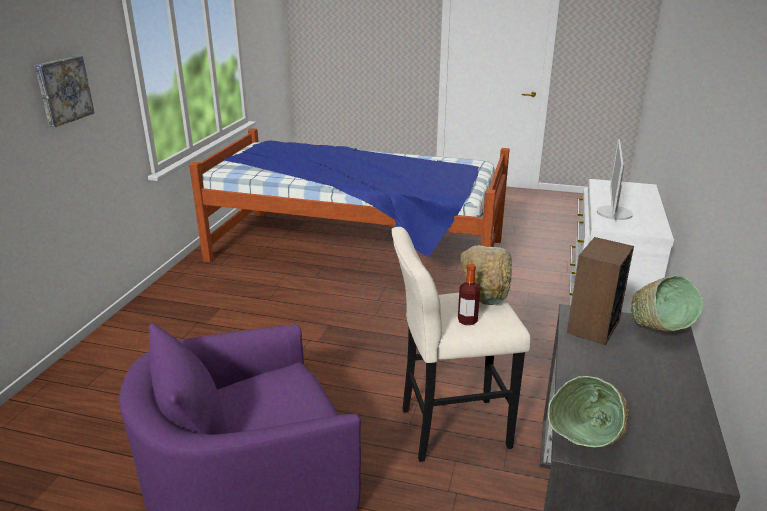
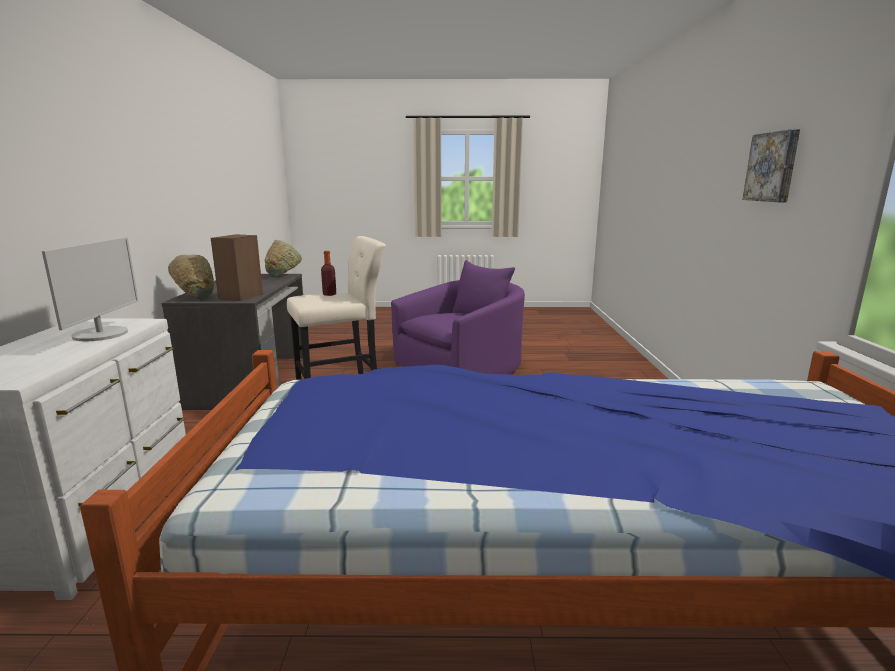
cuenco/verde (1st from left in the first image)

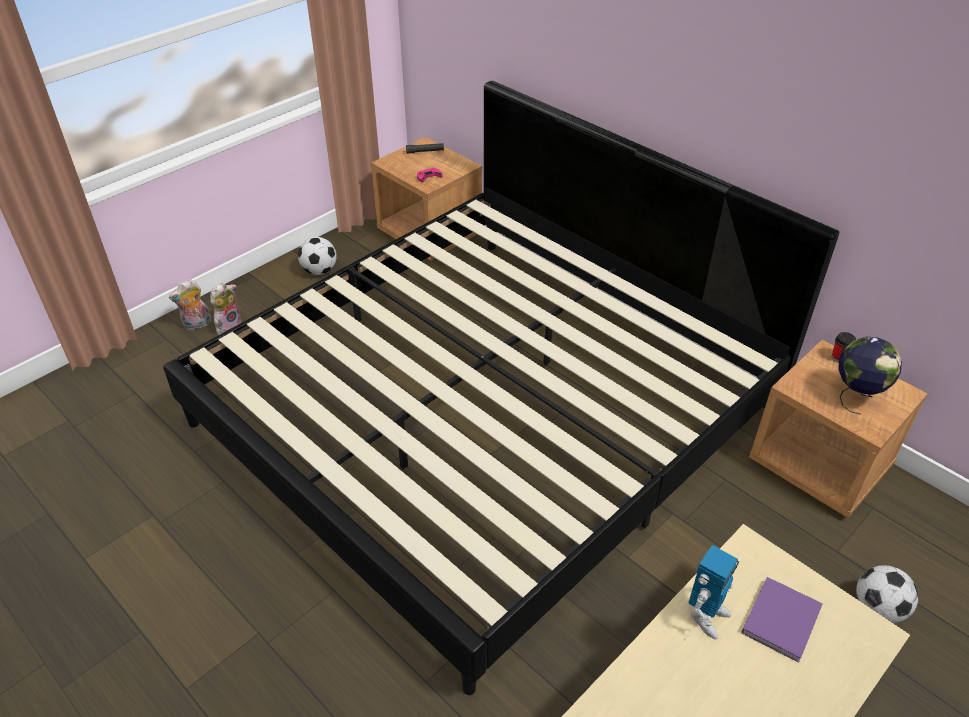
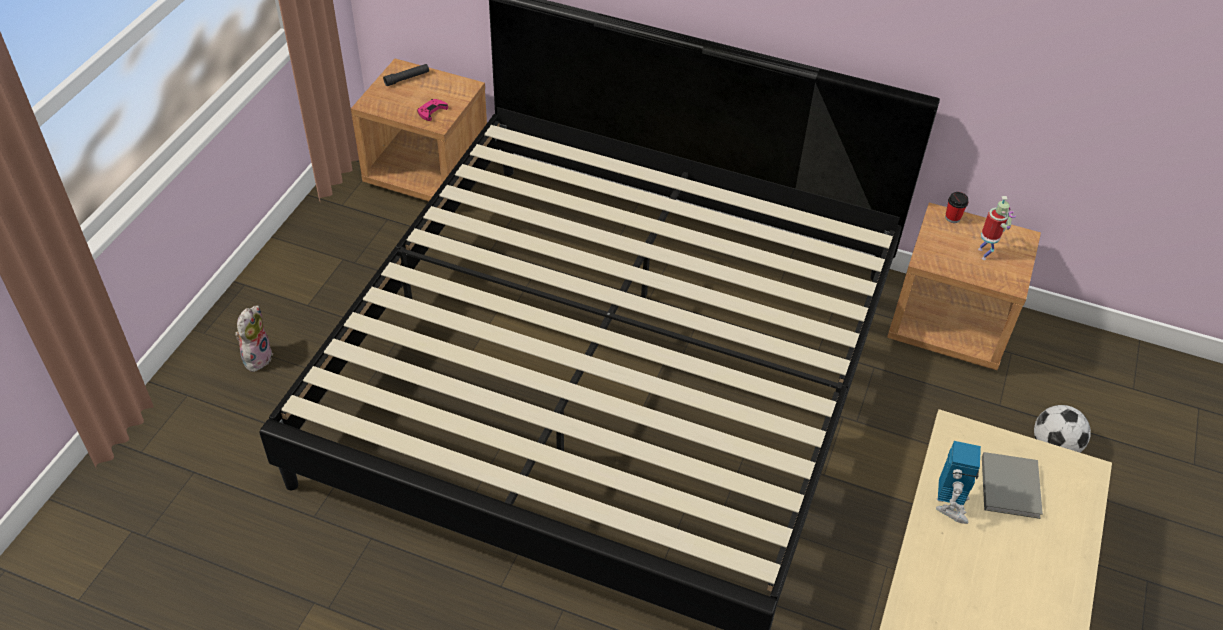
balón de fútbol (1st from left in the first image)
peluche (1st from left in the first image)
robot de juguete (2nd from left)
libro/gris

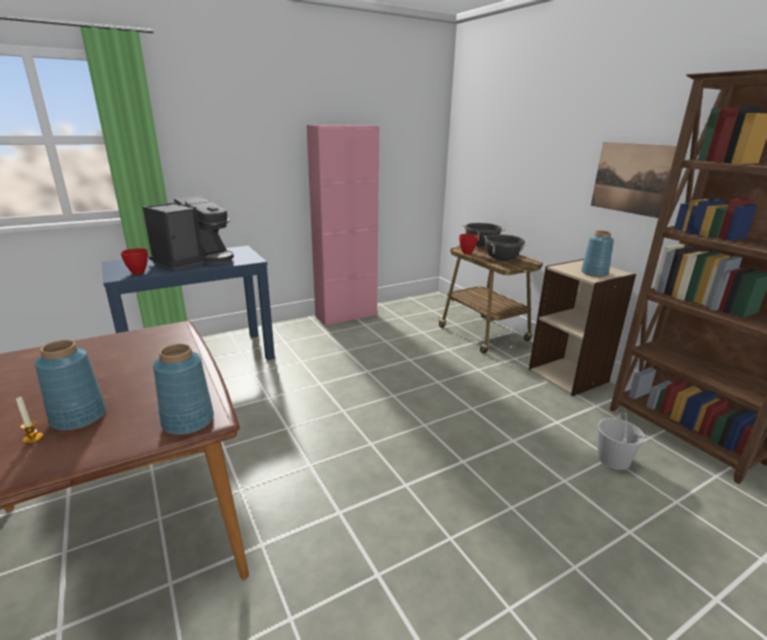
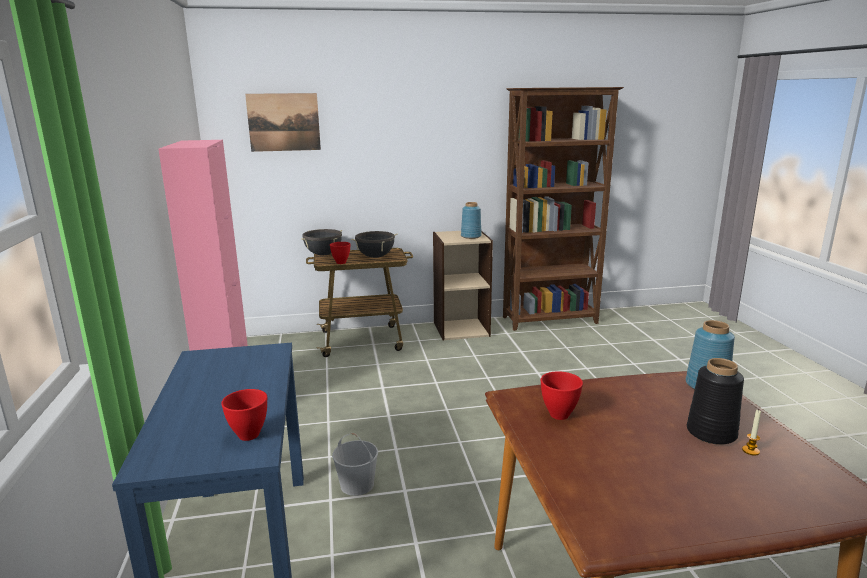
cuadro
cafetera
florero/negro
cubo/blanco
cuenco/rojo (3rd from left)

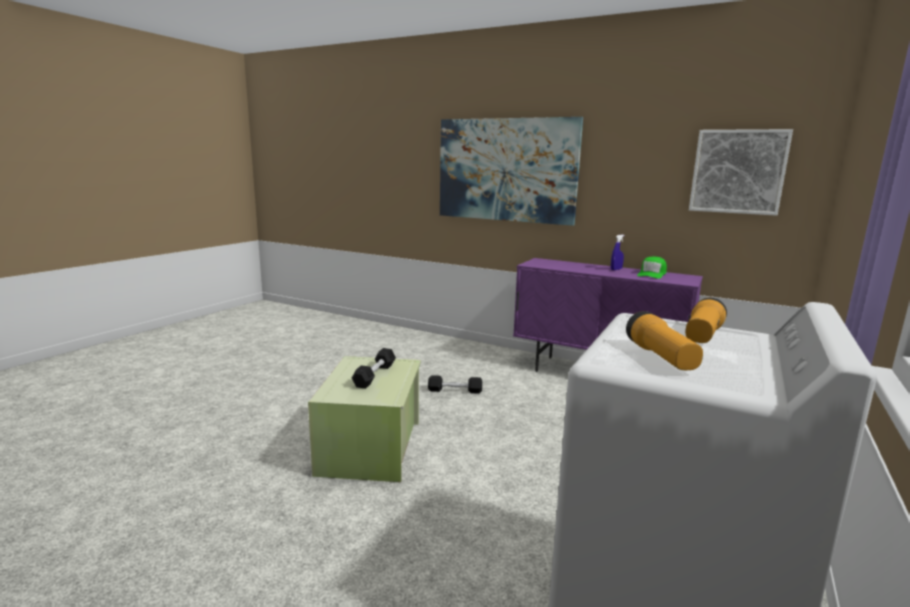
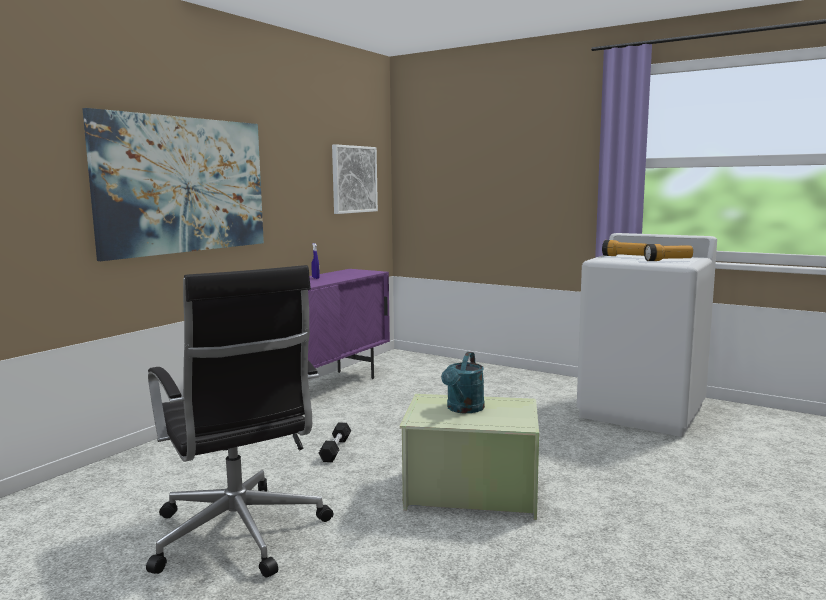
gorra/verde
regadera/turquesa
silla de oficina/negro

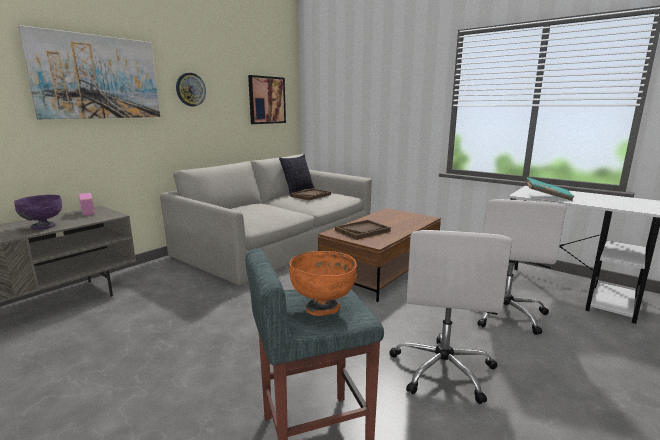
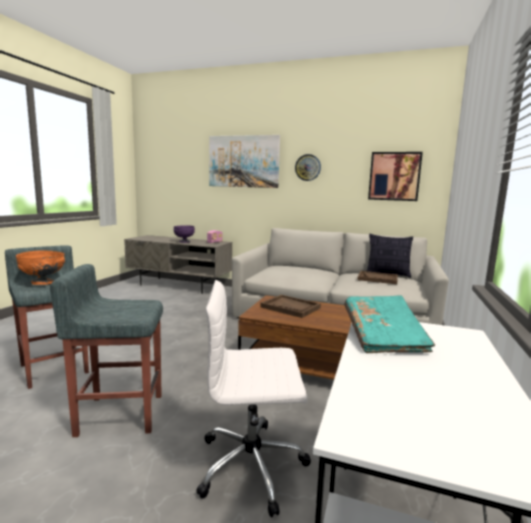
taburete/gris (2nd from left)

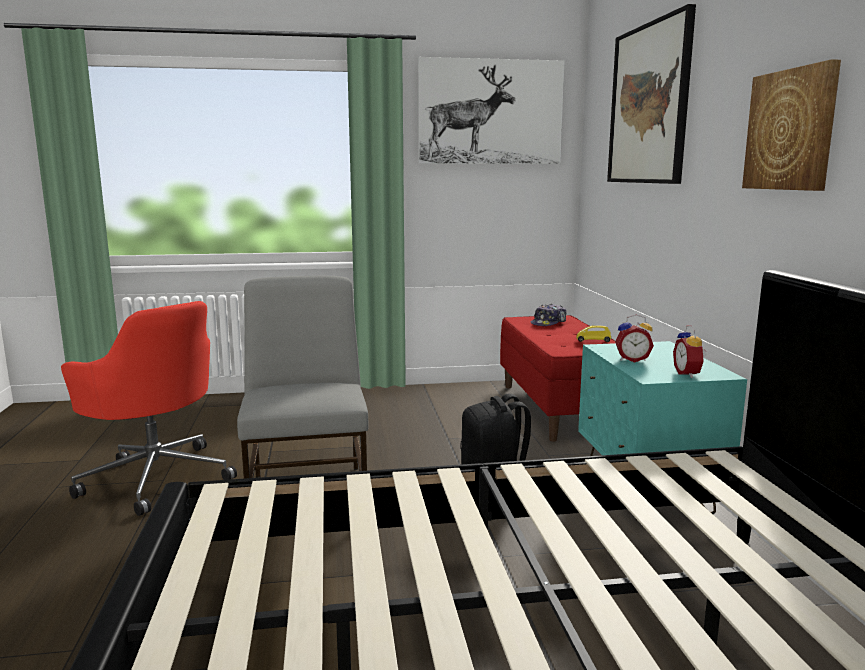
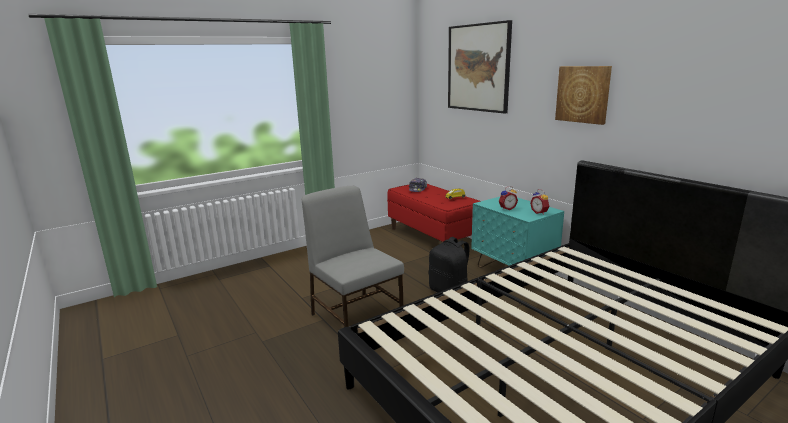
cuadro (1st from left in the first image)
silla de oficina/rojo

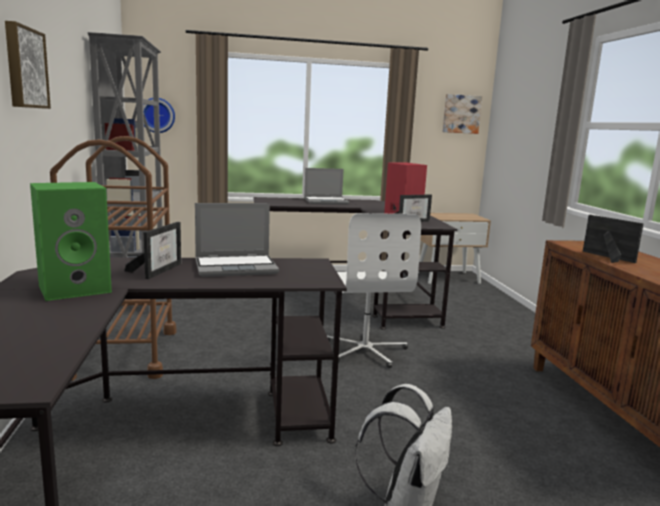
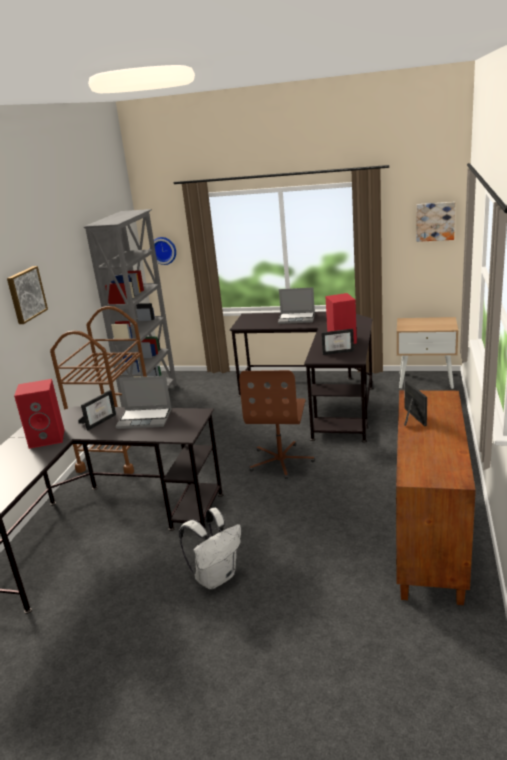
altavoz/rojo (1st from left)
silla de oficina/marrón

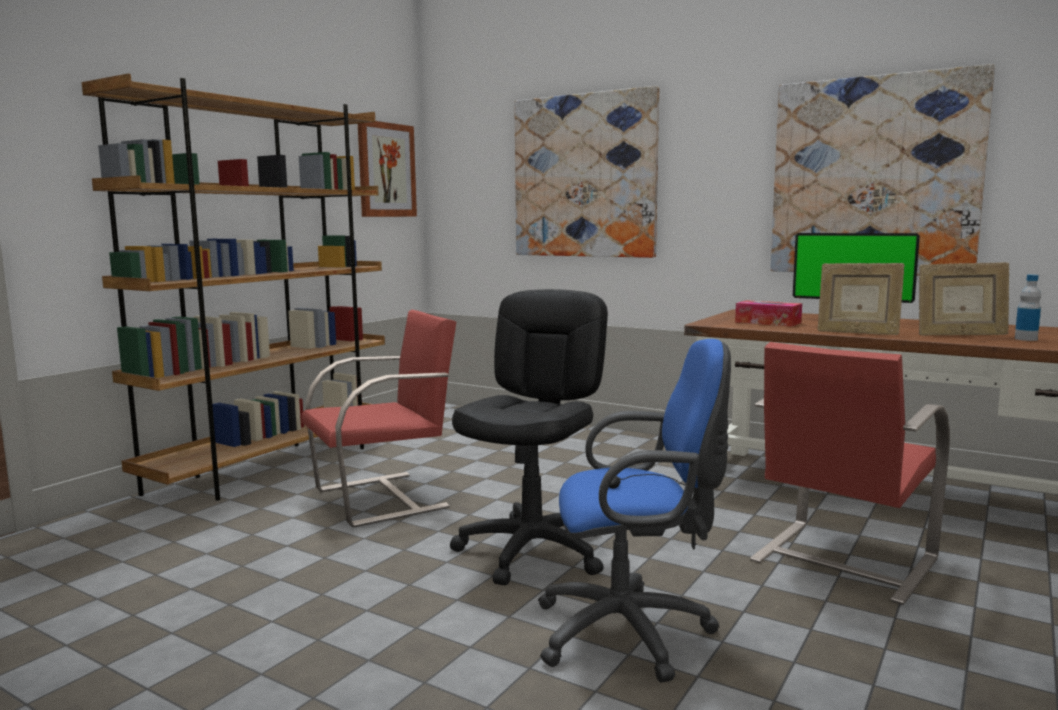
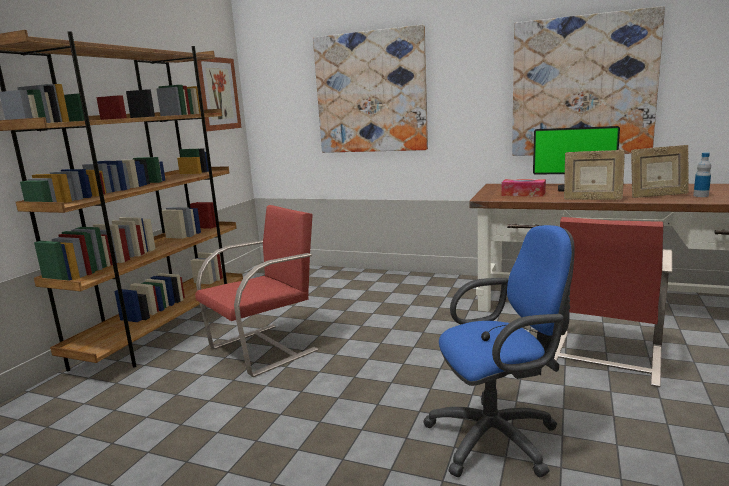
silla de oficina/negro

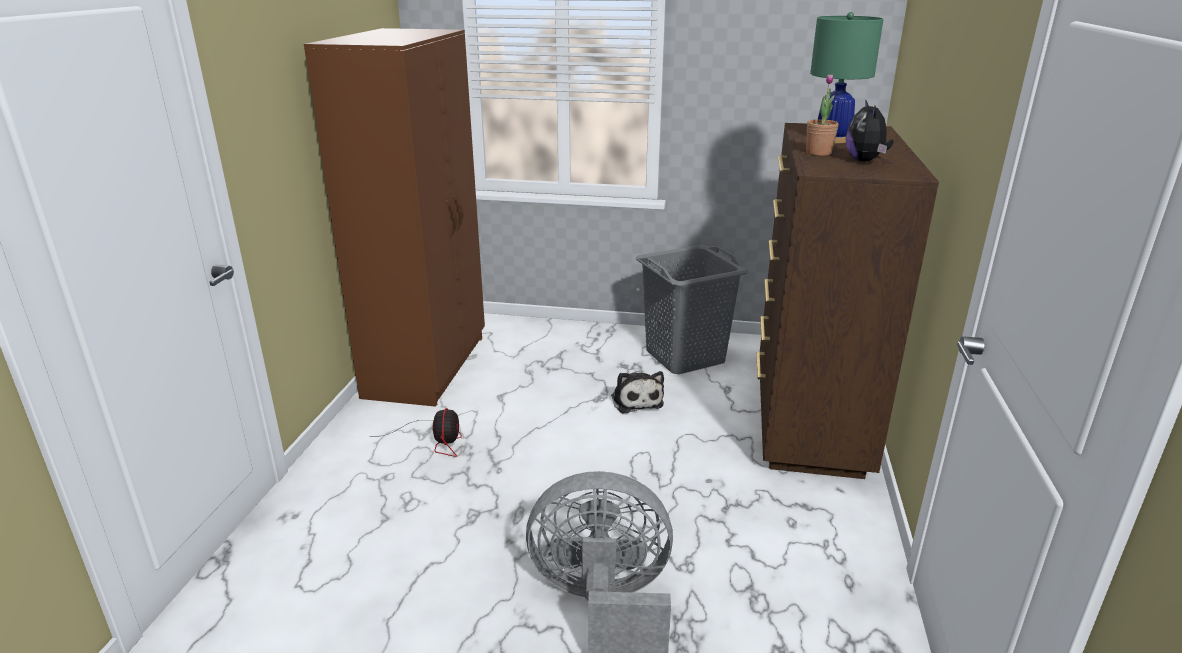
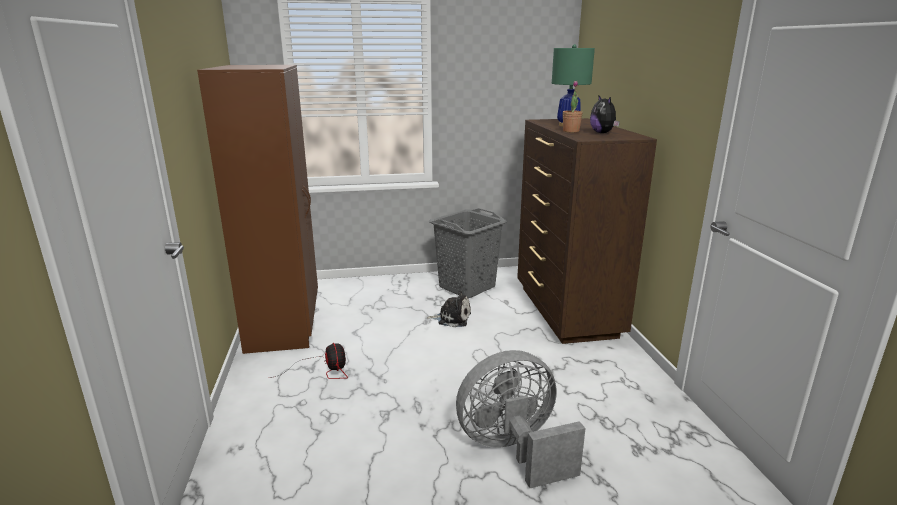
peluche (1st from left)

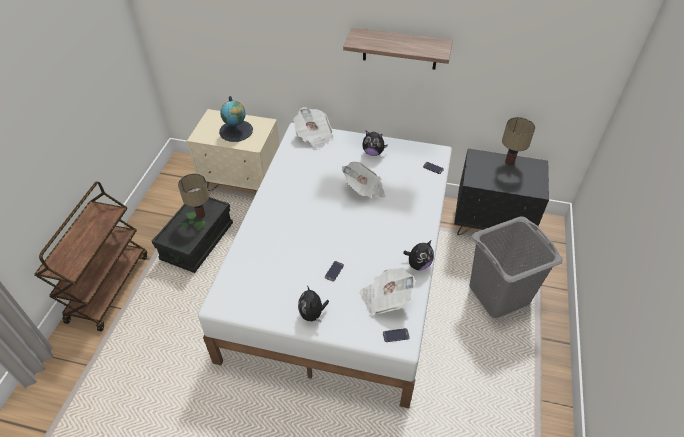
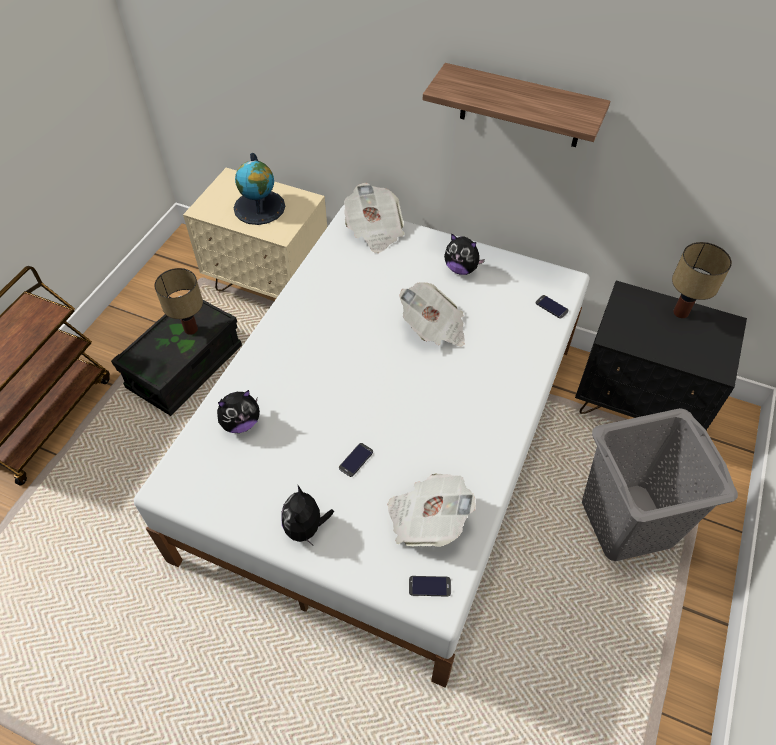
peluche (1st from left)

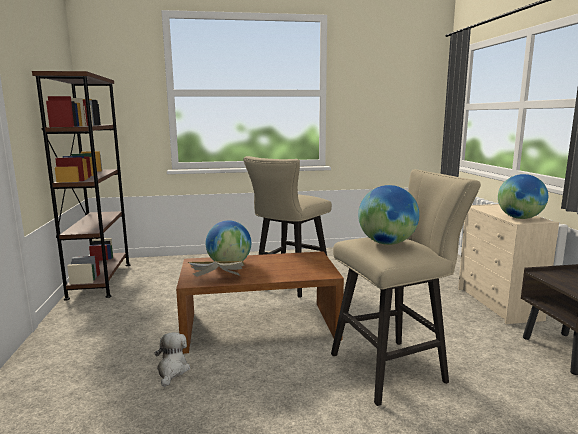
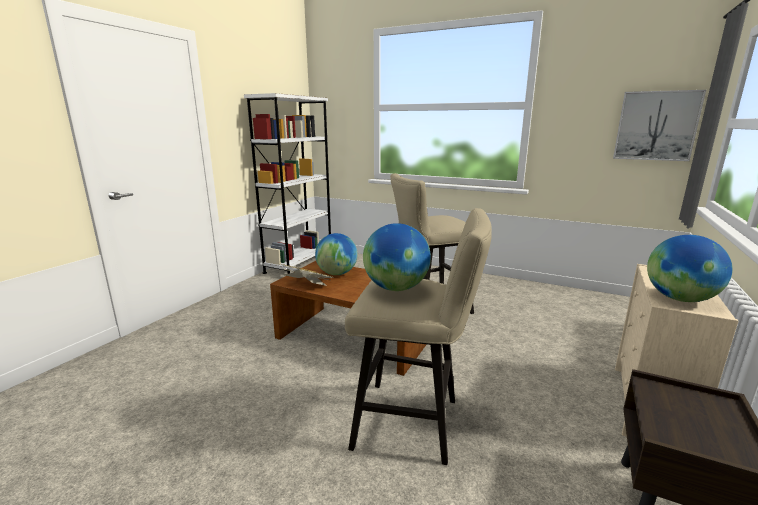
estantería/blanco
peluche
cuadro

